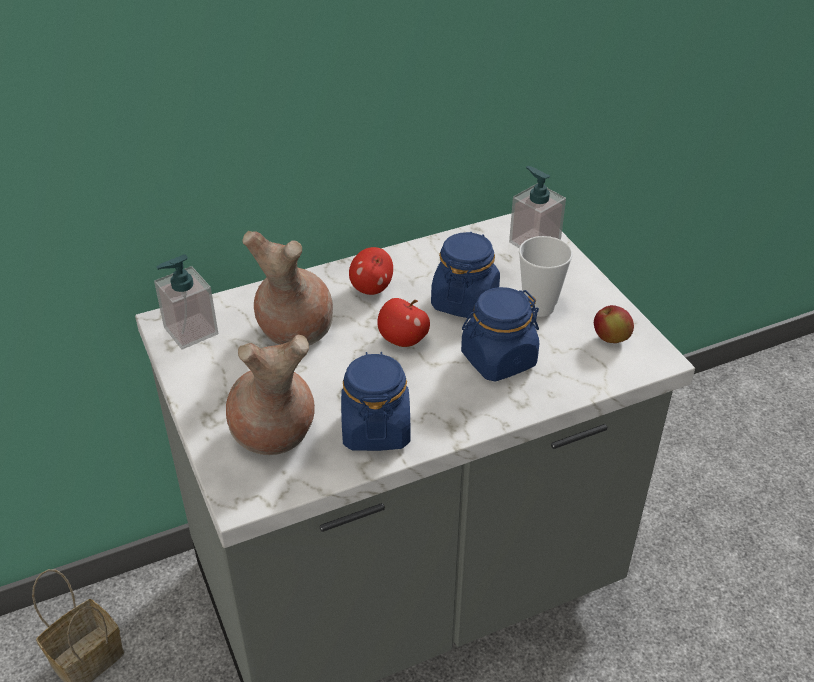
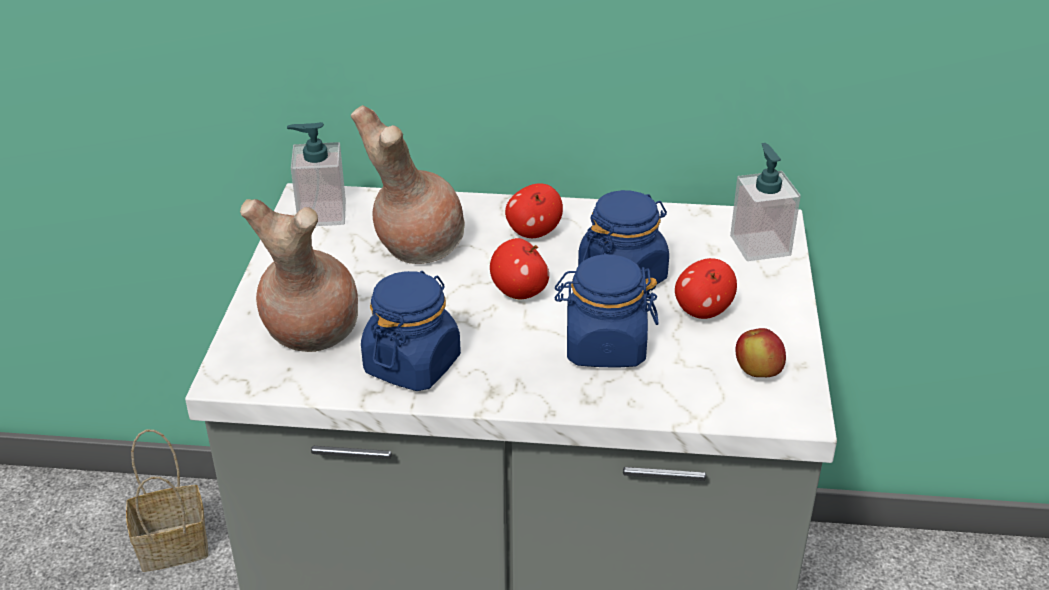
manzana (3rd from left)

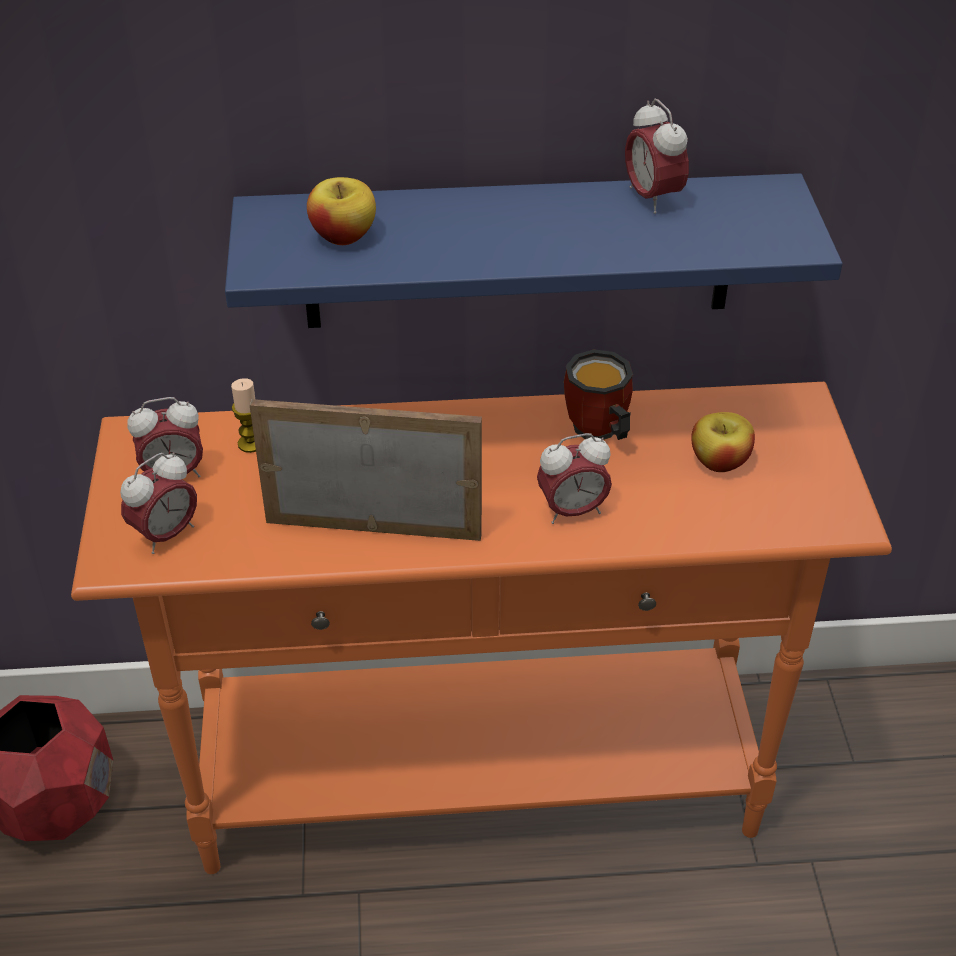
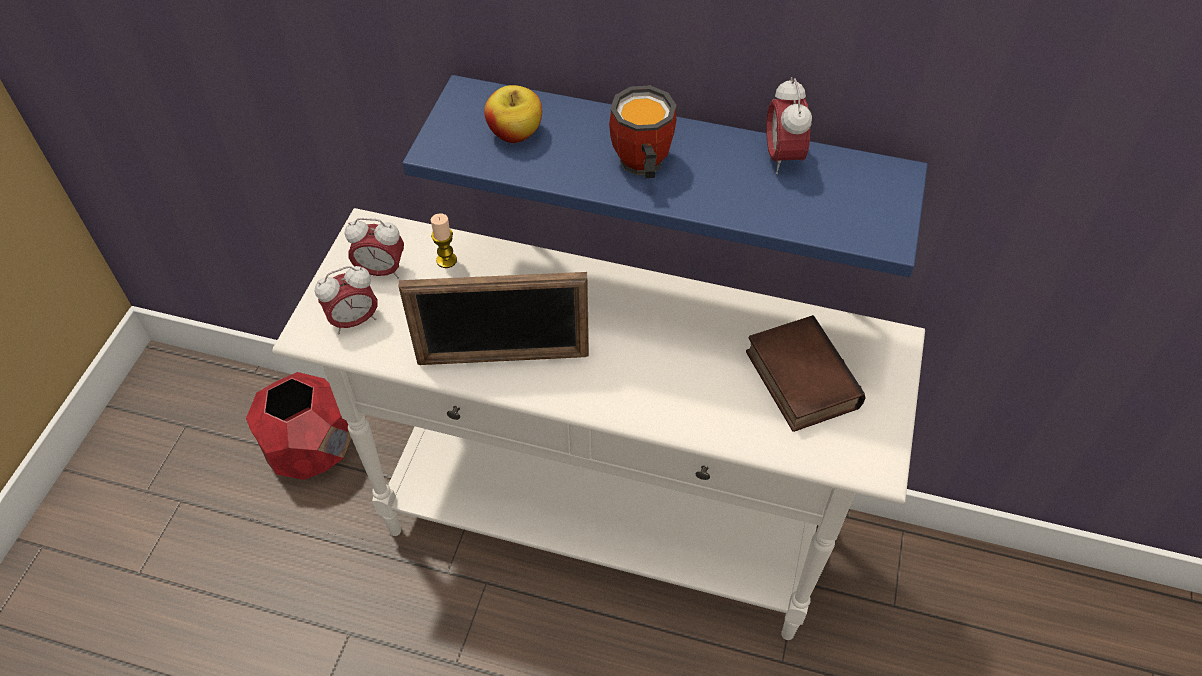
taza grande
mesa consola/blanco
portarretratos
libro
despertador (3rd from left in the first image)

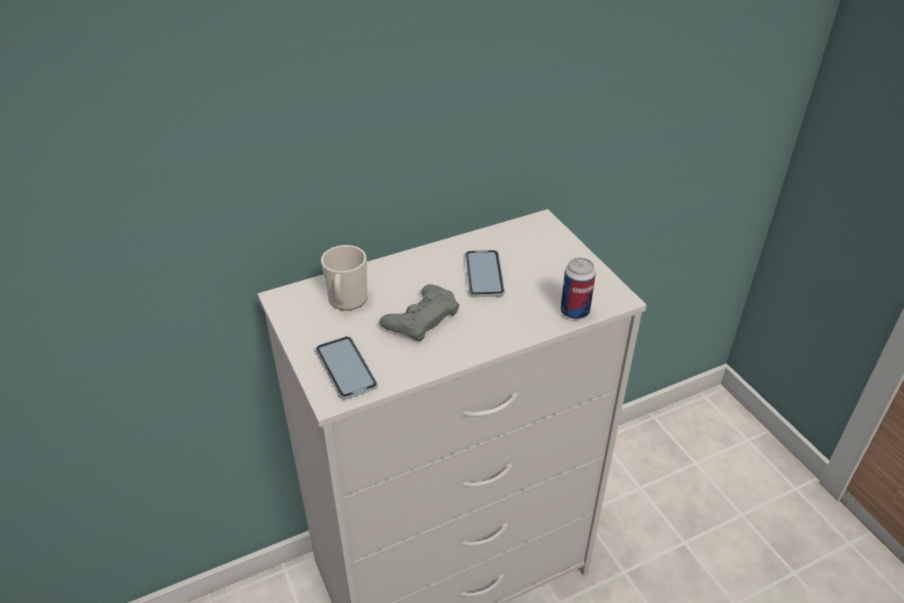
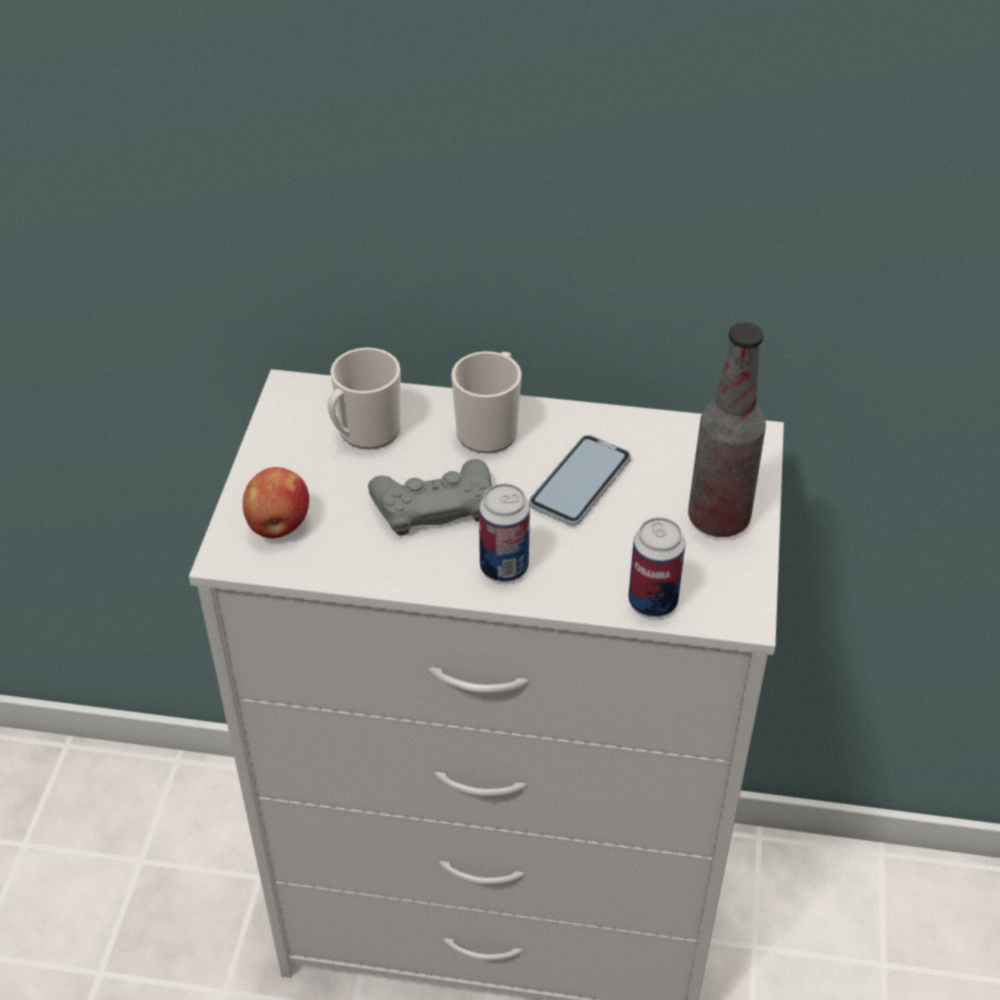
manzana
botella
taza grande (2nd from left)
lata (1st from left)

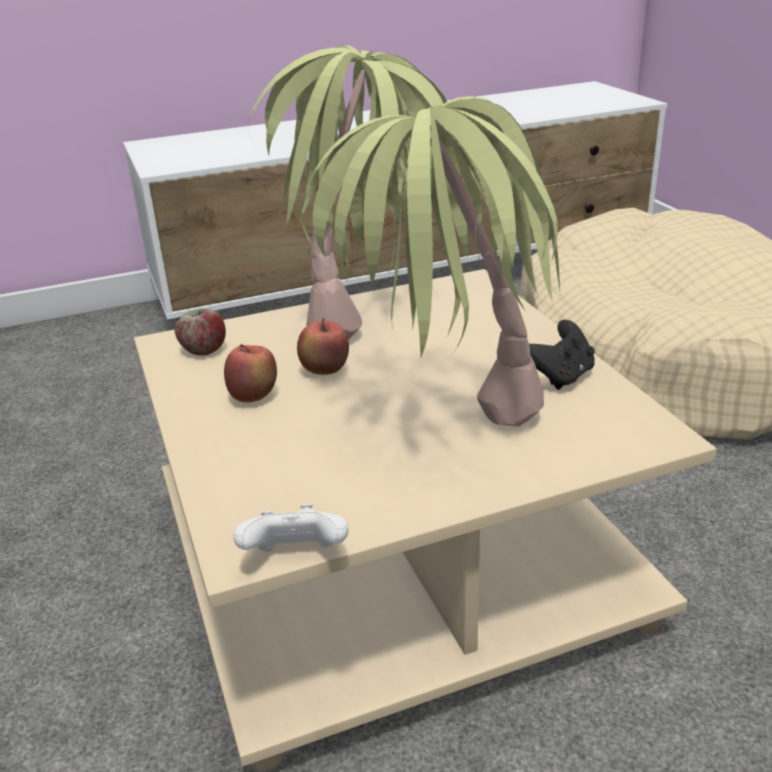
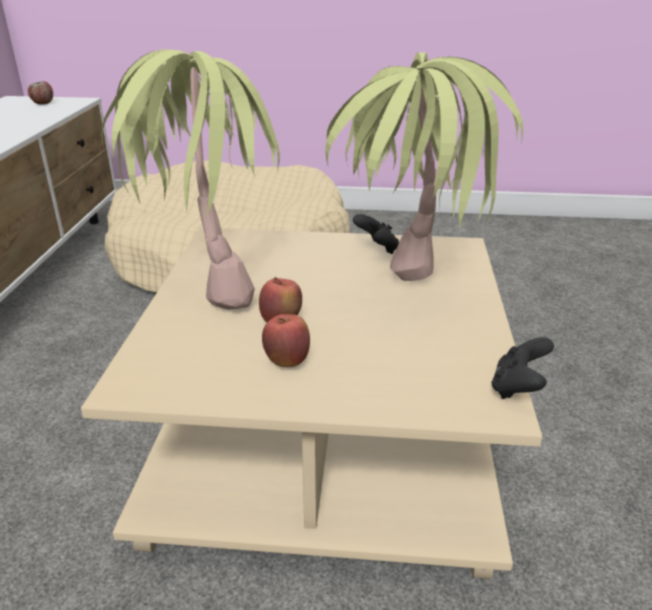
manzana (1st from left)
mando de consola/negro (2nd from left)

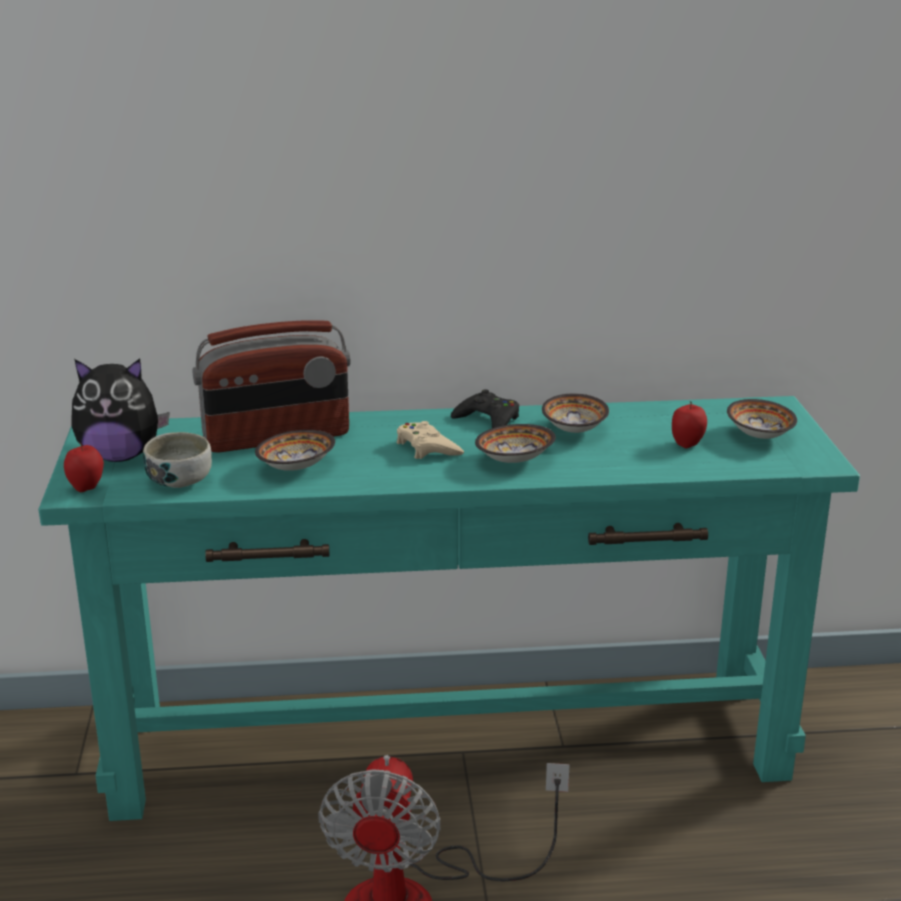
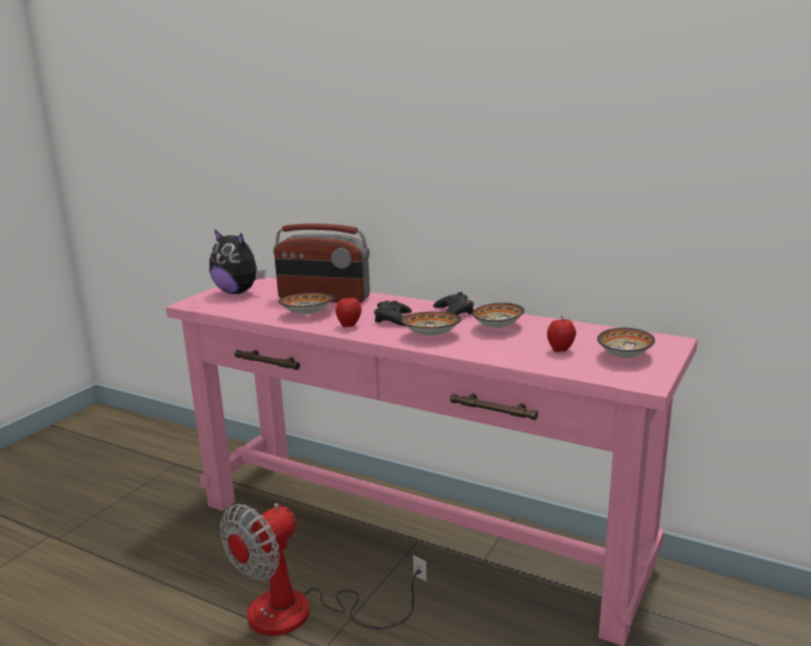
mesa consola/rosa
mando de consola/negro (1st from left)
cuenco (1st from left in the first image)
manzana (1st from left)

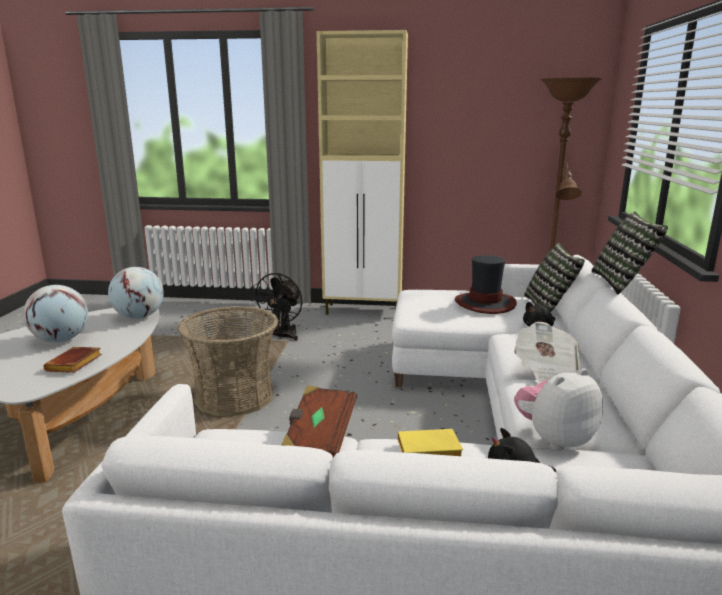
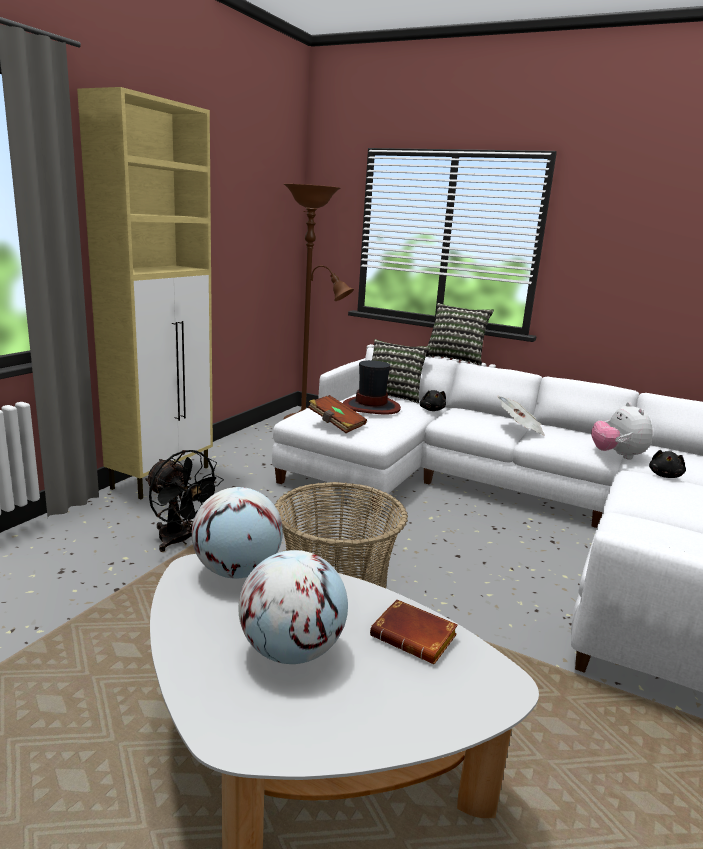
libro/marrón (1st from left)
libro/amarillo

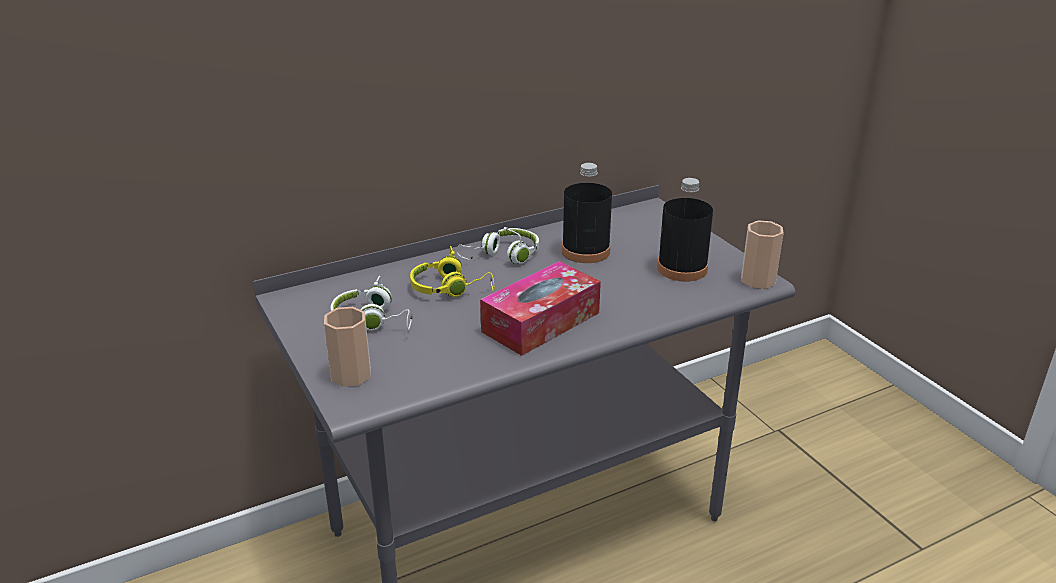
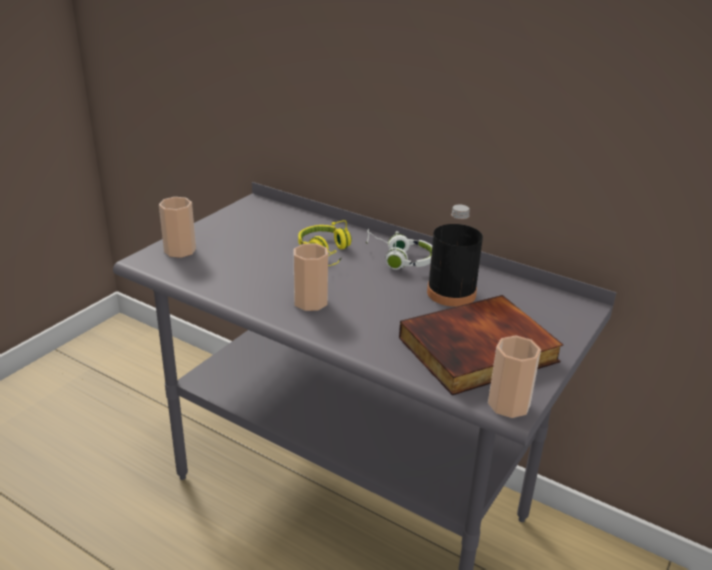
libro
taza (2nd from left)
auriculares/blanco (1st from left in the first image)

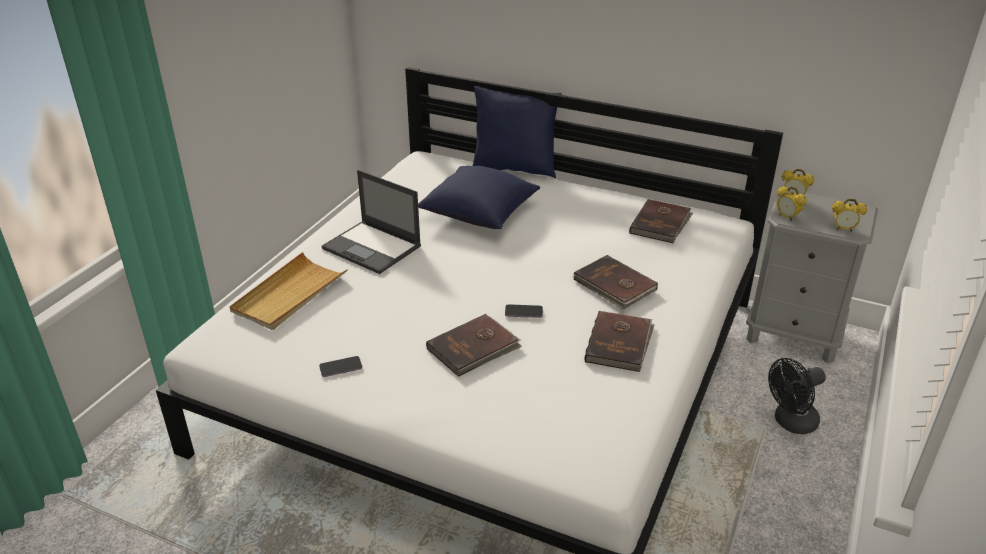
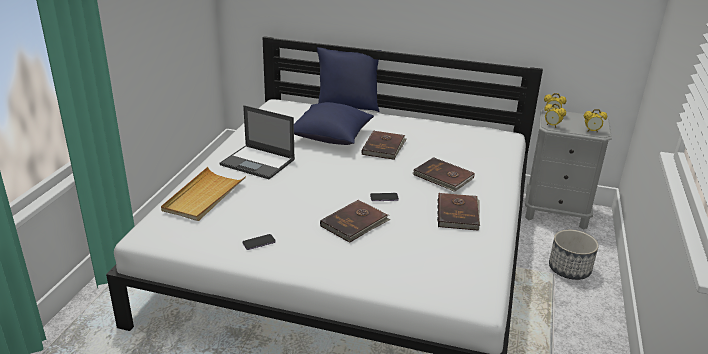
libro/marrón (2nd from left)
maceta

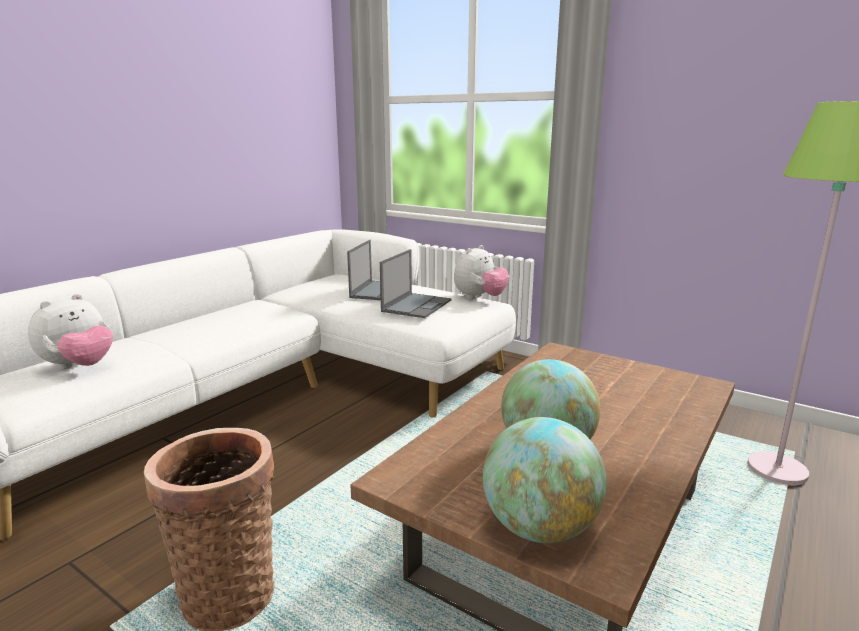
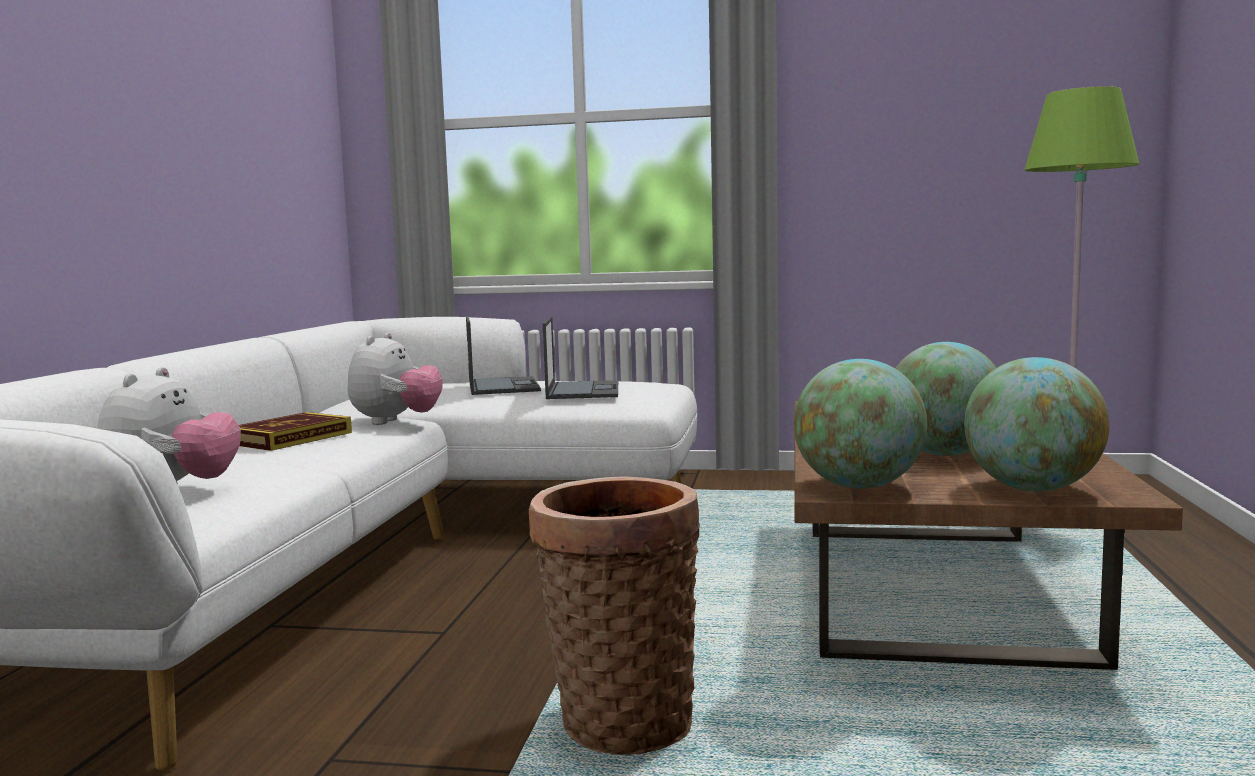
peluche (2nd from left)
globo terráqueo (1st from left)
libro

